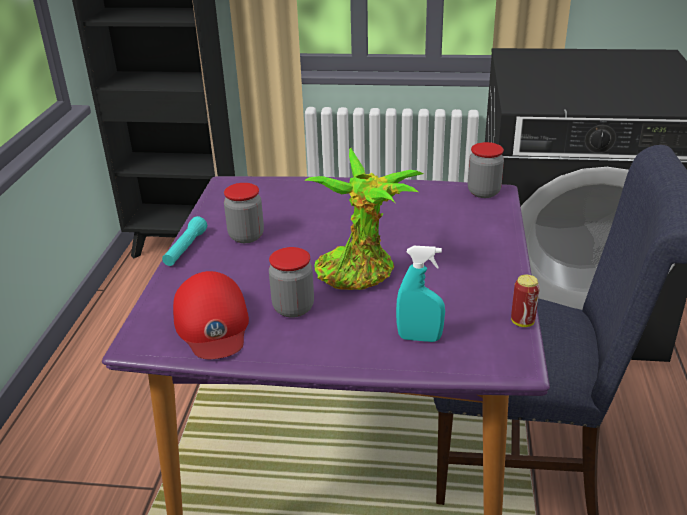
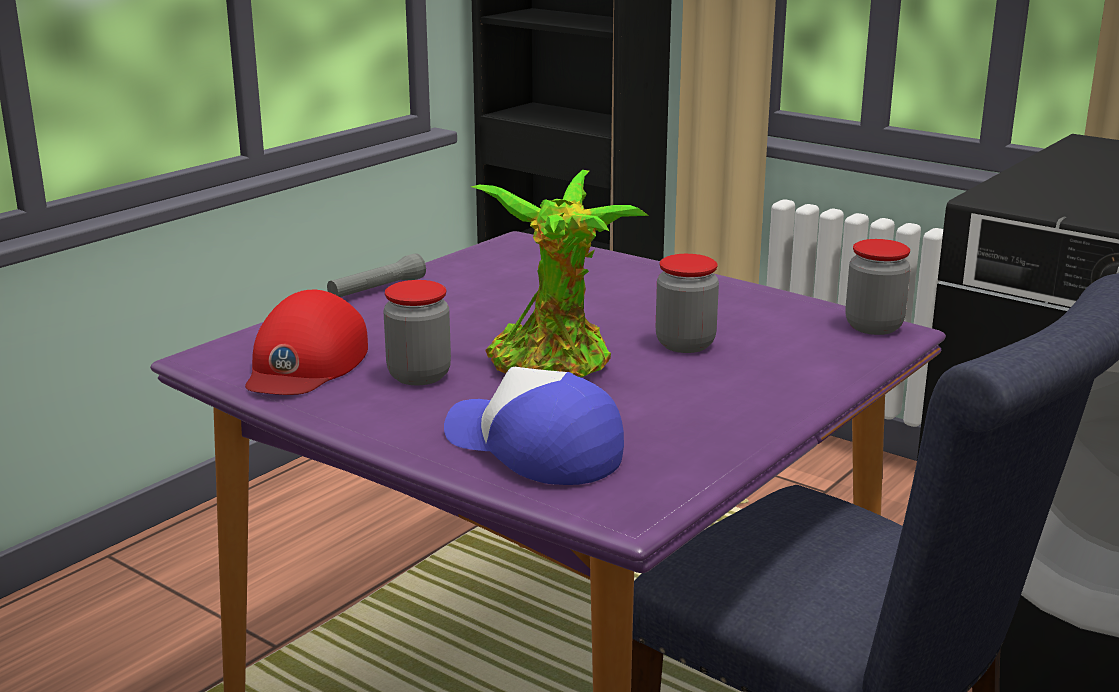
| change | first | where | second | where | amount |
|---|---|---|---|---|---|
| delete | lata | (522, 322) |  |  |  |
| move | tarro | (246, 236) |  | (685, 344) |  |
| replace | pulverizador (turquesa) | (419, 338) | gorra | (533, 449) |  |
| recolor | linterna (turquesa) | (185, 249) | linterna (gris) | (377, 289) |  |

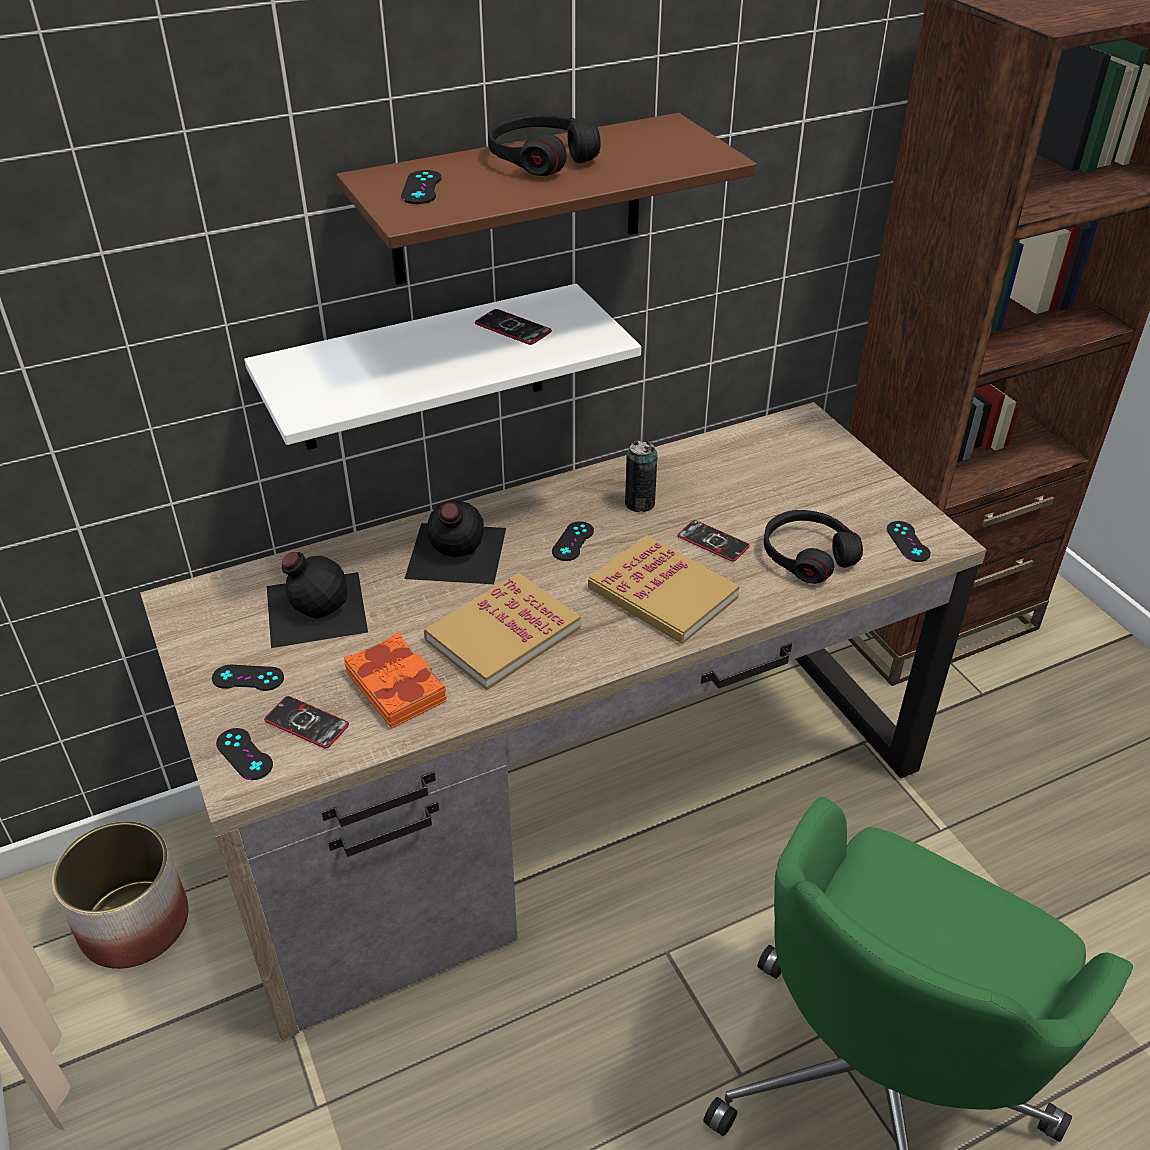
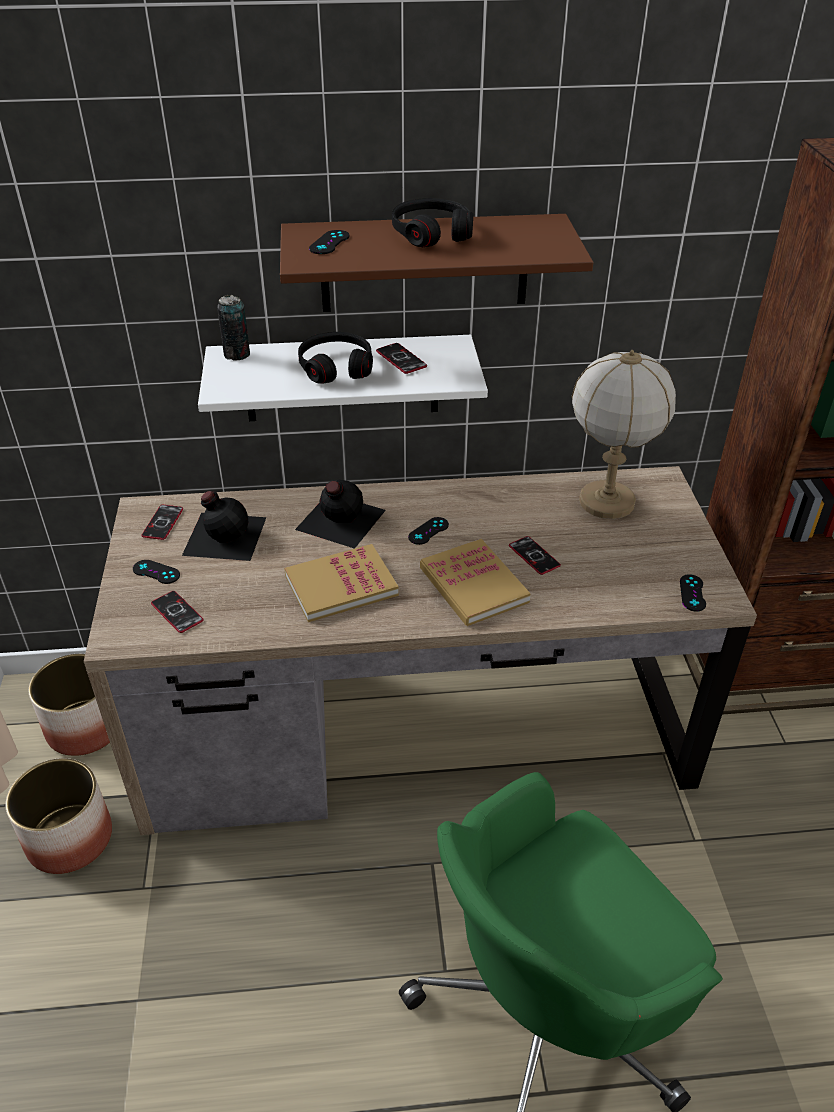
| change | first | where | second | where | amount |
|---|---|---|---|---|---|
| delete | mando de consola (negro) | (244, 754) |  |  |  |
| delete | libro (naranja) | (397, 686) |  |  |  |
| insert |  |  | maceta | (71, 838) |  |
| insert |  |  | móvil | (163, 523) |  |
| insert |  |  | lámpara de mesa | (607, 502) |  |
| move | lata | (639, 504) |  | (237, 354) |  |
| move | auriculares (negro) | (807, 555) |  | (336, 367) |  |

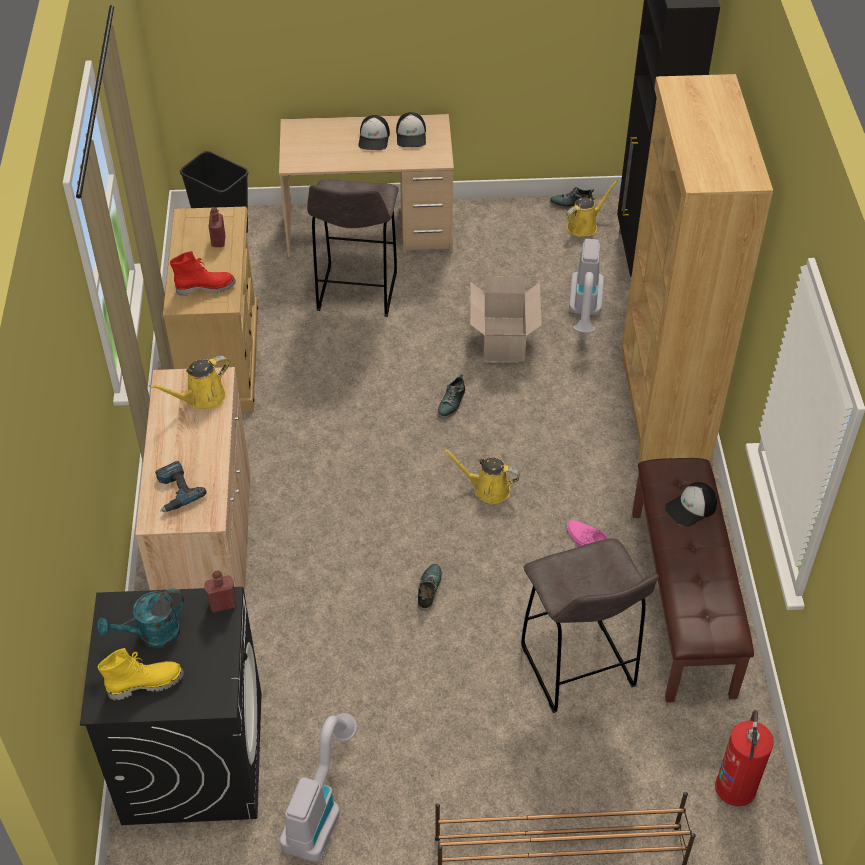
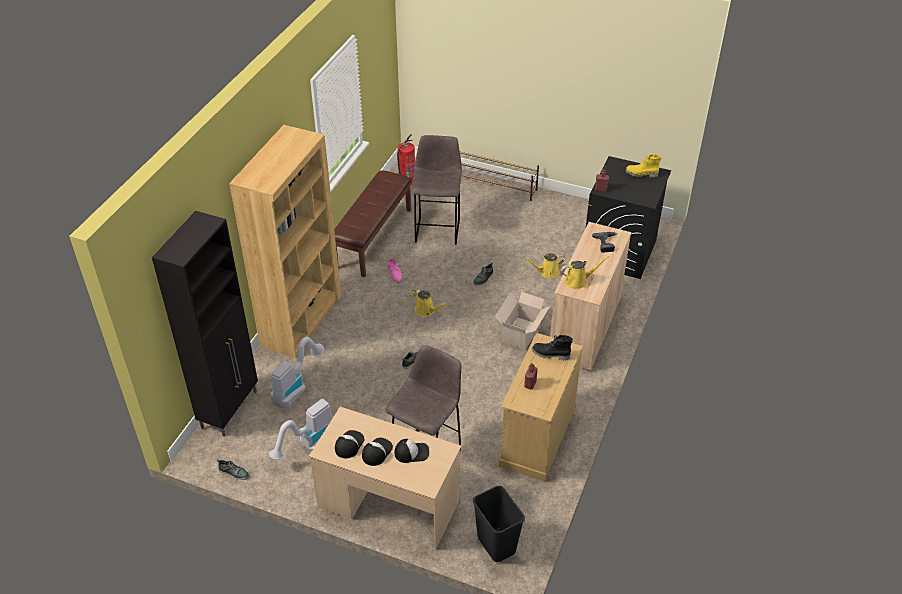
| change | first | where | second | where | amount |
|---|---|---|---|---|---|
| delete | regadera (turquesa) | (151, 635) |  |  |  |
| move | aspiradora | (319, 808) |  | (308, 446) |  |
| move | caja de cartón | (503, 341) |  | (521, 332) |  |
| move | regadera (amarillo) | (584, 225) |  | (547, 272) |  |
| move | gorra | (691, 508) |  | (412, 452) |  |
| recolor | bota (rojo) | (205, 287) | bota (negro) | (550, 354) |  |

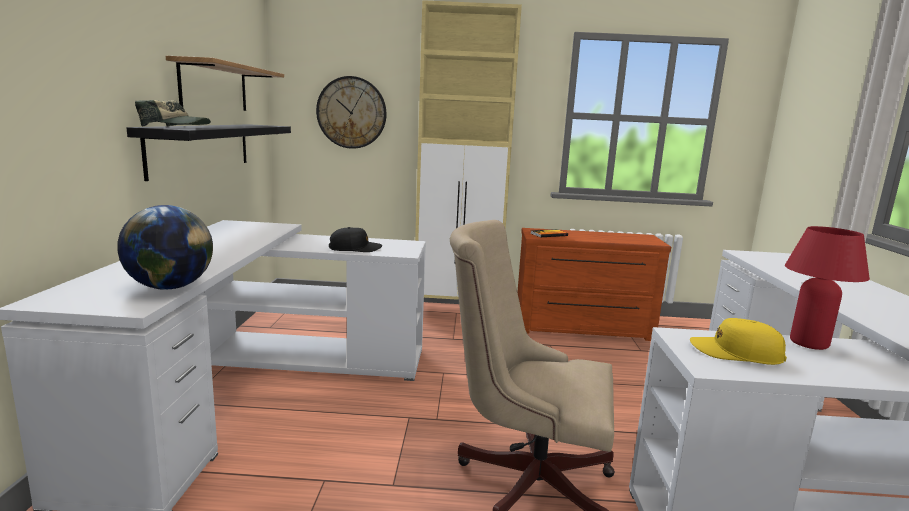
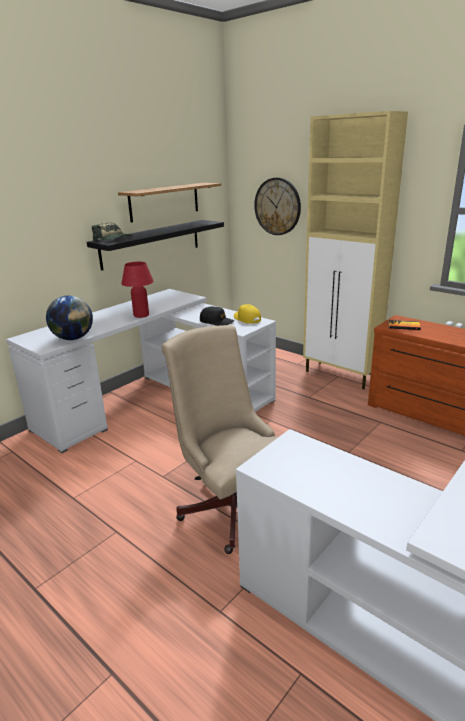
| change | first | where | second | where | amount |
|---|---|---|---|---|---|
| move | gorra (amarillo) | (735, 353) |  | (247, 319) |  |
| move | lámpara de mesa (rojo) | (809, 343) |  | (141, 315) |  |

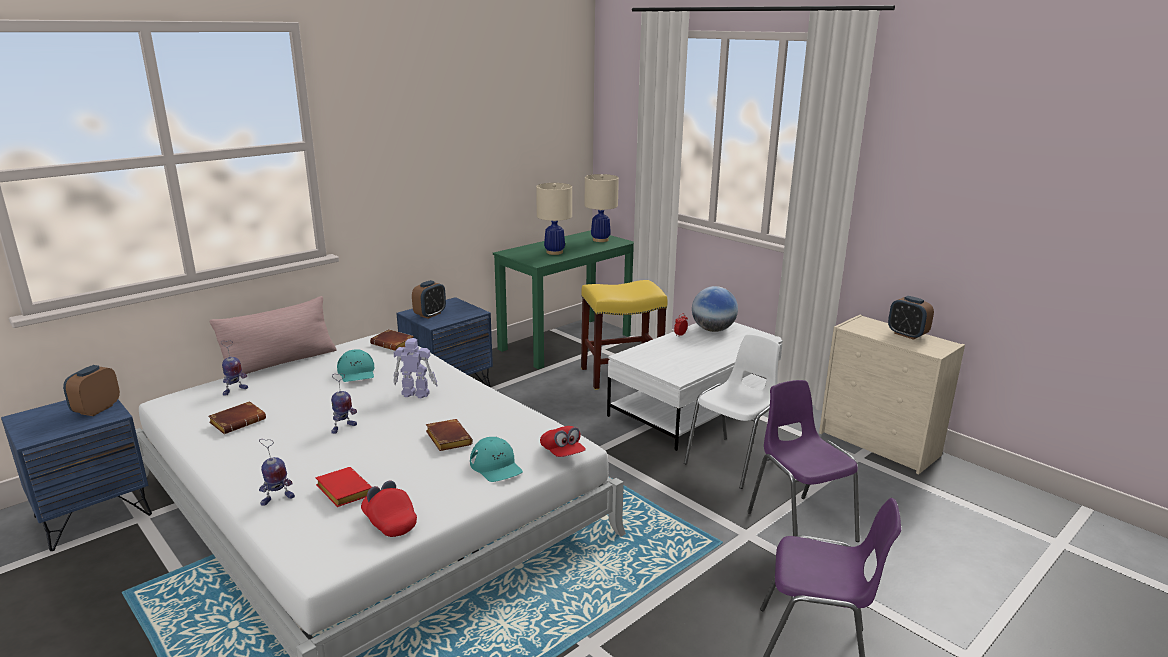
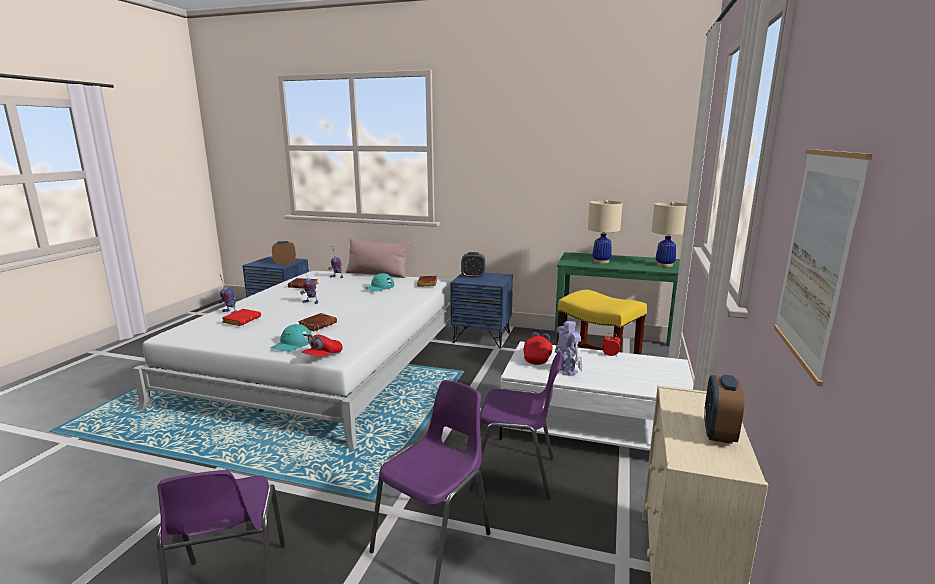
| change | first | where | second | where | amount |
|---|---|---|---|---|---|
| delete | globo terráqueo | (713, 330) |  |  |  |
| insert |  |  | cuadro | (815, 258) |  |
| move | gorra (rojo) | (389, 522) |  | (537, 357) |  |
| move | robot de juguete | (415, 393) |  | (566, 370) |  |
| recolor | silla (blanco) | (733, 461) | silla (morado) | (515, 474) |  |

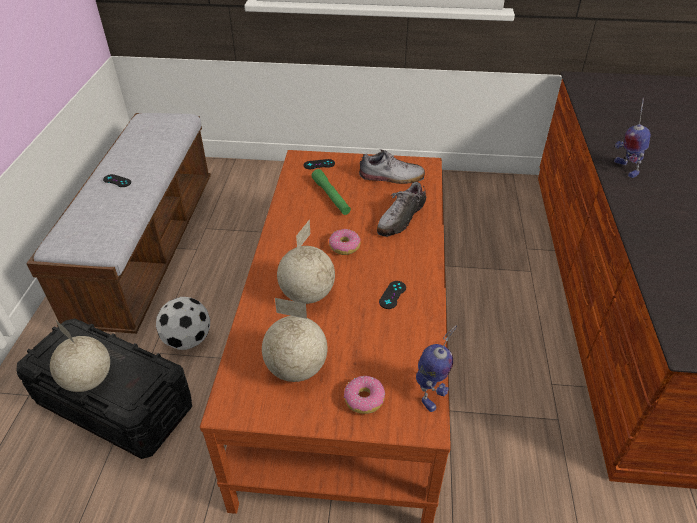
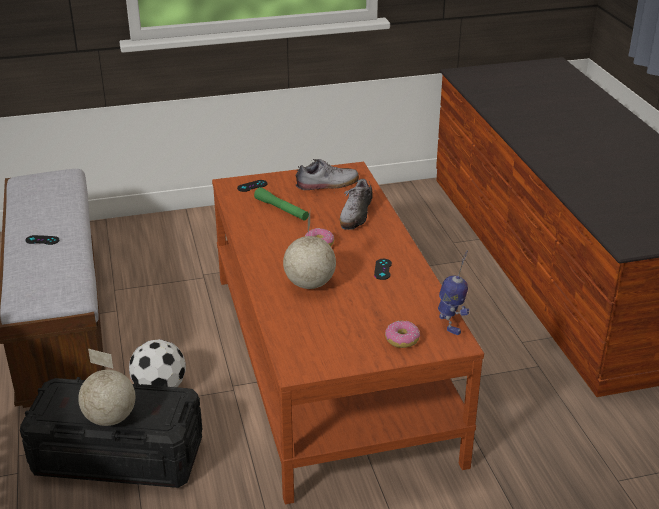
| change | first | where | second | where | amount |
|---|---|---|---|---|---|
| delete | globo terráqueo | (297, 369) |  |  |  |
| delete | robot de juguete | (625, 168) |  |  |  |

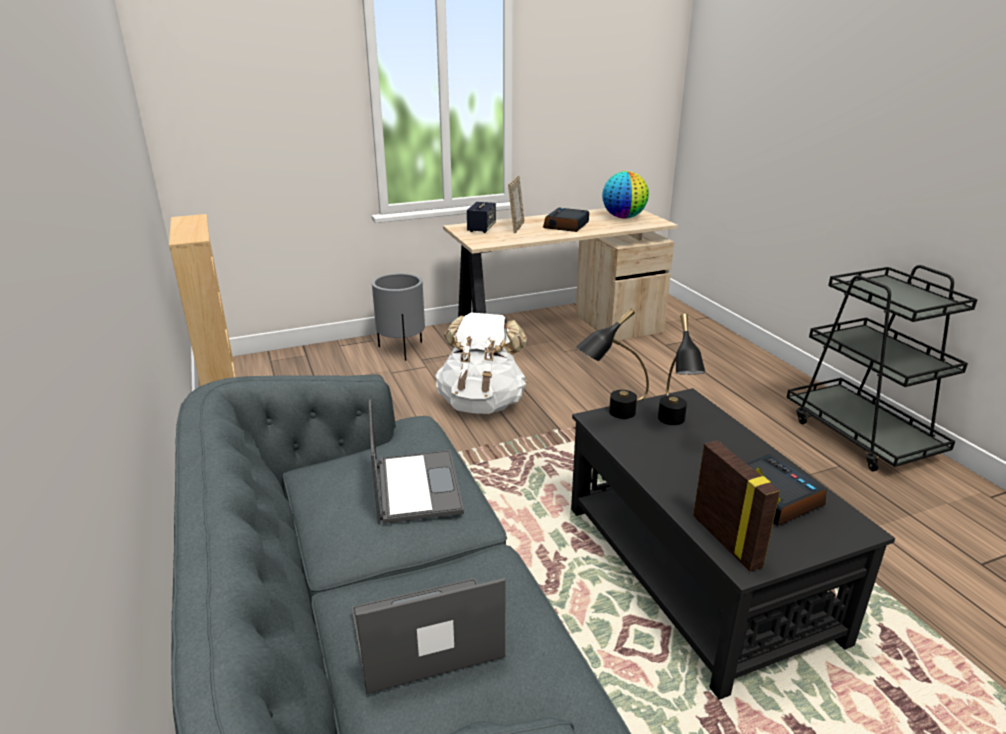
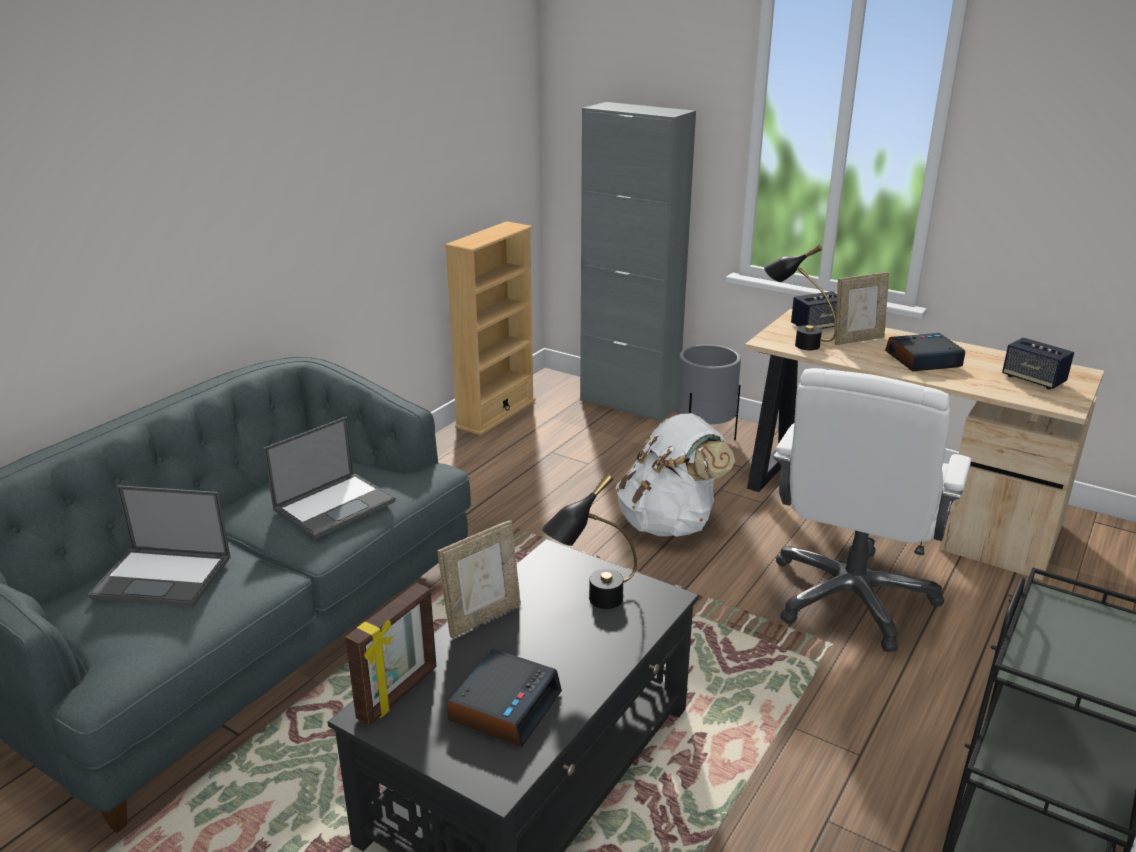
| change | first | where | second | where | amount |
|---|---|---|---|---|---|
| insert |  |  | portarretratos | (483, 617) |  |
| insert |  |  | armario (gris) | (629, 404) |  |
| insert |  |  | silla de oficina (blanco) | (851, 598) |  |
| move | lámpara de mesa (negro) | (611, 415) |  | (795, 343) |  |
| replace | globo terráqueo | (623, 217) | altavoz | (1033, 380) |  |
| rotate | portátil | (424, 635) |  | (164, 577) | 150 degrees clockwise |

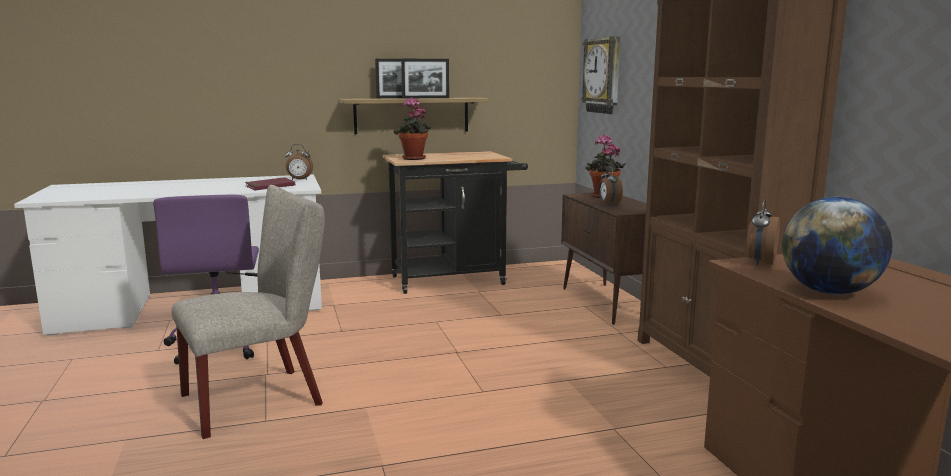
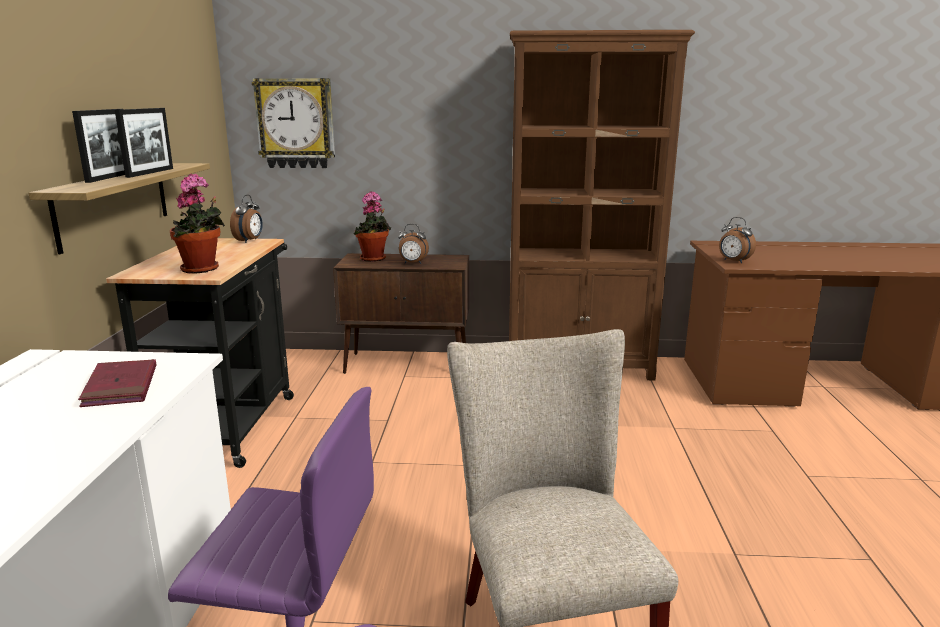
| change | first | where | second | where | amount |
|---|---|---|---|---|---|
| delete | globo terráqueo | (830, 292) |  |  |  |
| move | despertador | (299, 180) |  | (249, 241) |  |

